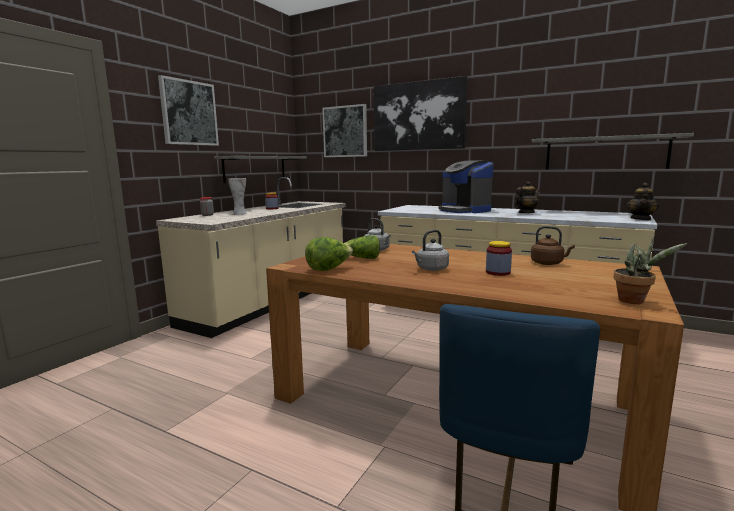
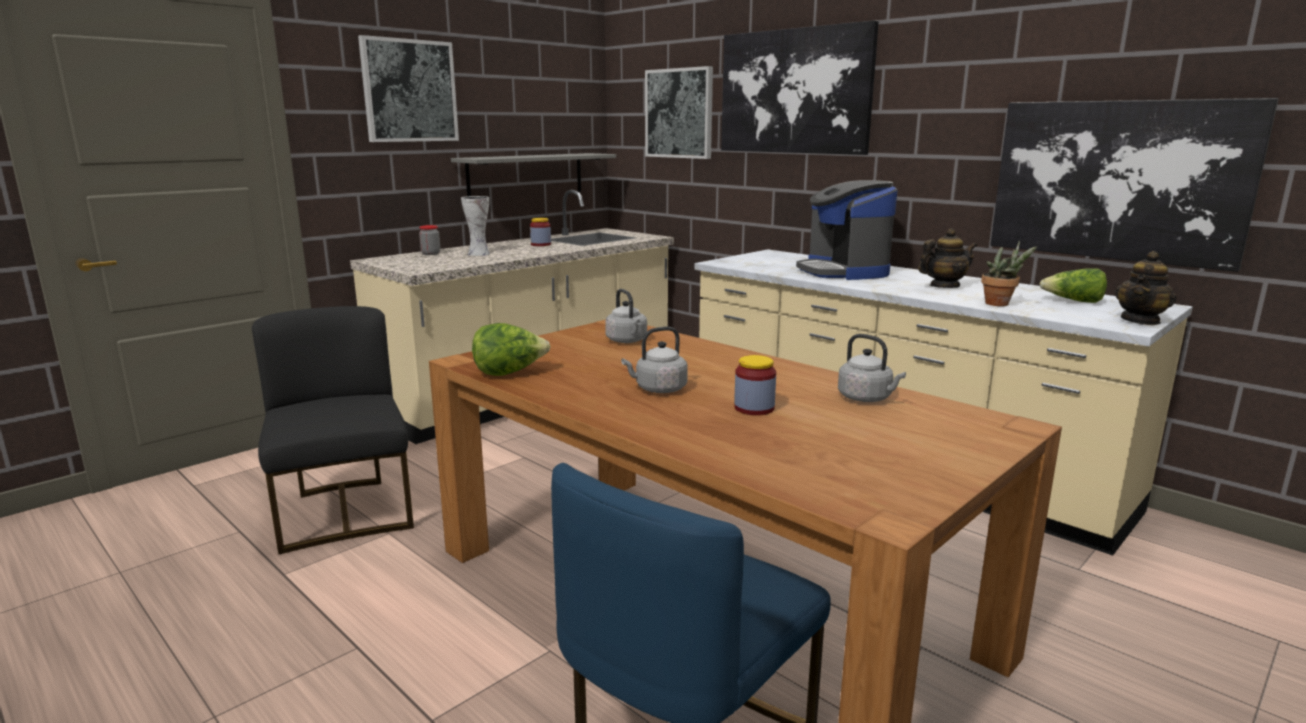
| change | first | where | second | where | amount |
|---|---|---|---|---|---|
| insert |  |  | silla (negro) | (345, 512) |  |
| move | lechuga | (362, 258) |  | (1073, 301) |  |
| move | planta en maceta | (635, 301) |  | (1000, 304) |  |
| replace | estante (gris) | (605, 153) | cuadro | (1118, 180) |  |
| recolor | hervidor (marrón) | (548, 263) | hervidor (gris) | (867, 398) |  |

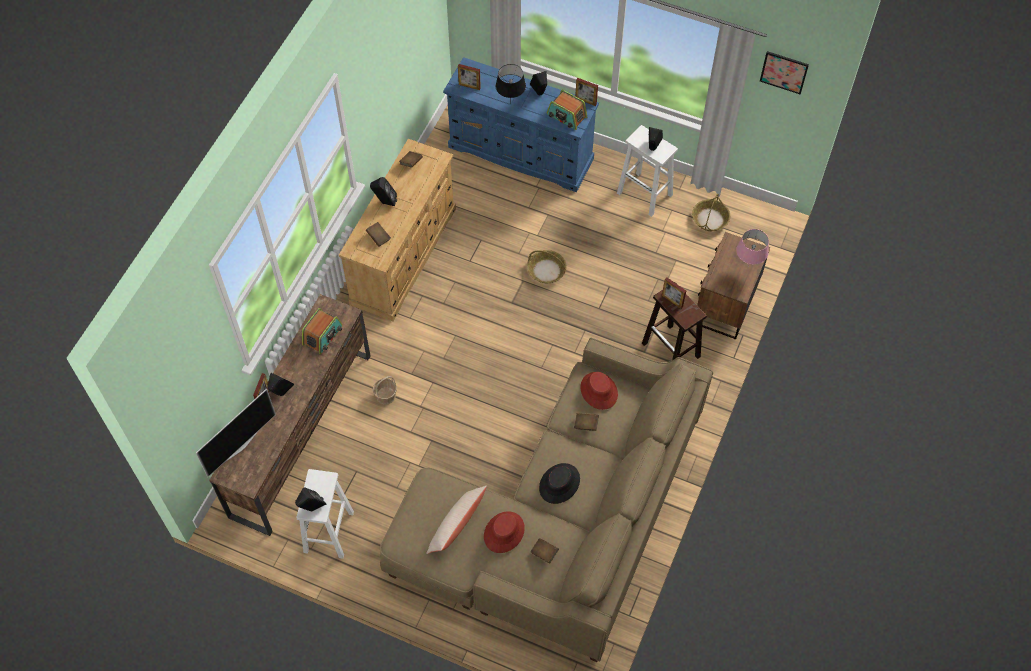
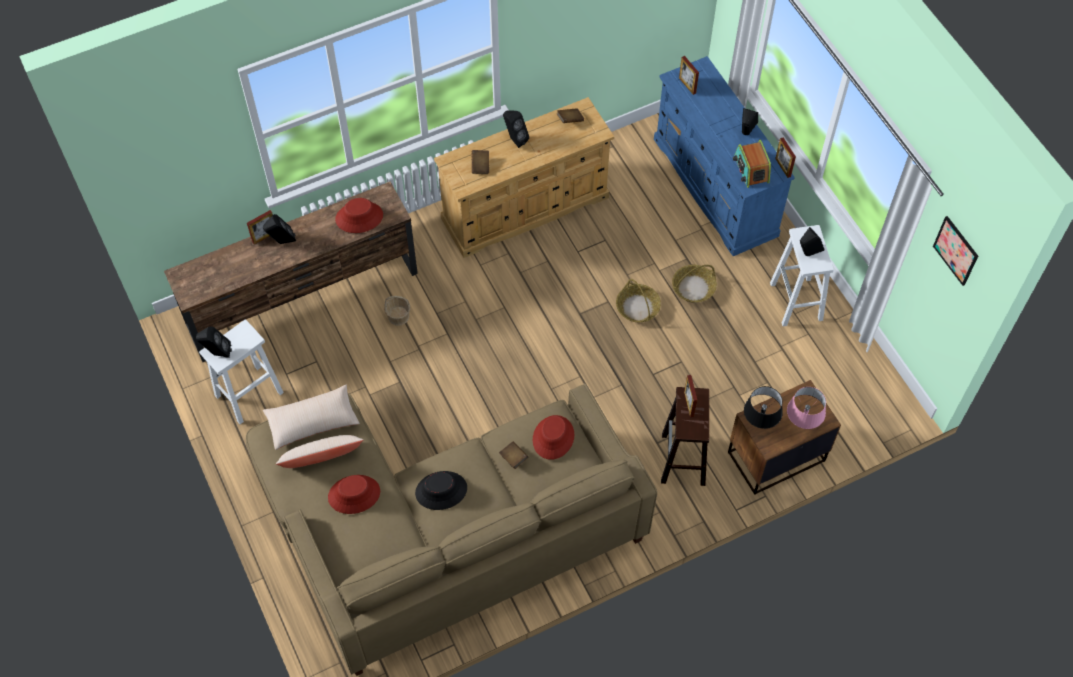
| change | first | where | second | where | amount |
|---|---|---|---|---|---|
| delete | televisor | (240, 446) |  |  |  |
| delete | libro (marrón) | (544, 553) |  |  |  |
| insert |  |  | cojín (beis) | (312, 421) |  |
| move | lámpara de mesa (negro) | (511, 104) |  | (758, 427) |  |
| move | cesta | (710, 219) |  | (693, 287) |  |
| replace | radio | (323, 335) | sombrero (rojo) | (359, 217) |  |

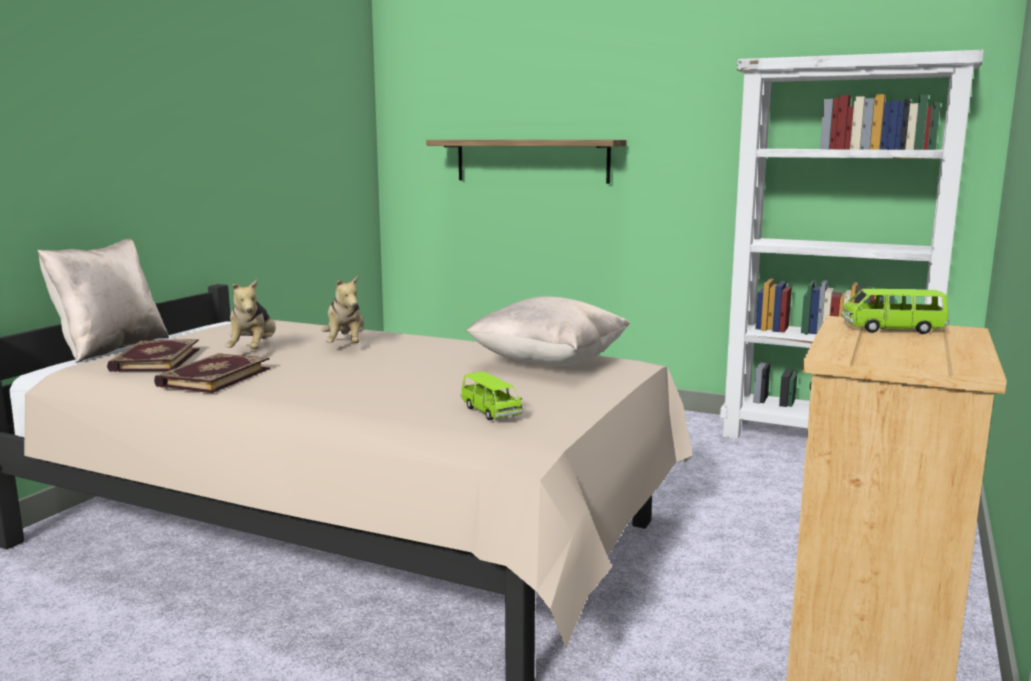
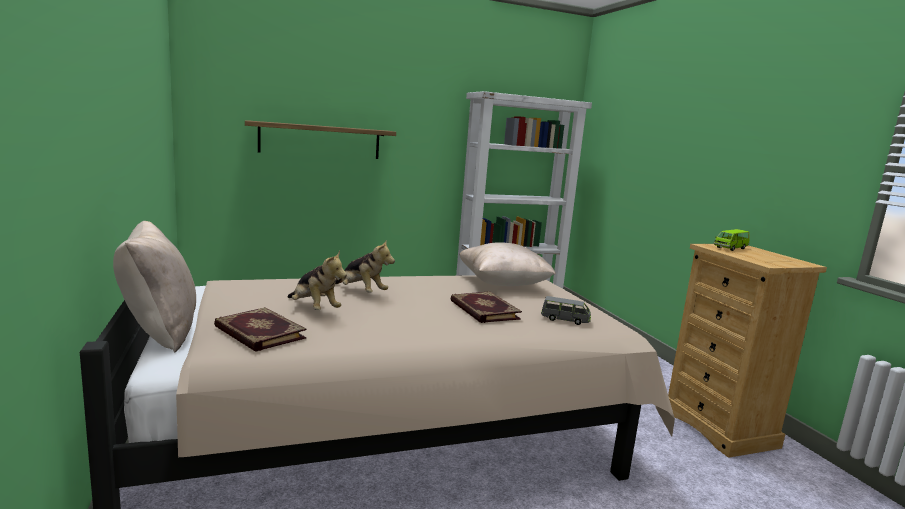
| change | first | where | second | where | amount |
|---|---|---|---|---|---|
| move | libro | (213, 377) |  | (483, 310) |  |
| recolor | coche de juguete (verde) | (490, 412) | coche de juguete (gris) | (565, 320) |  |

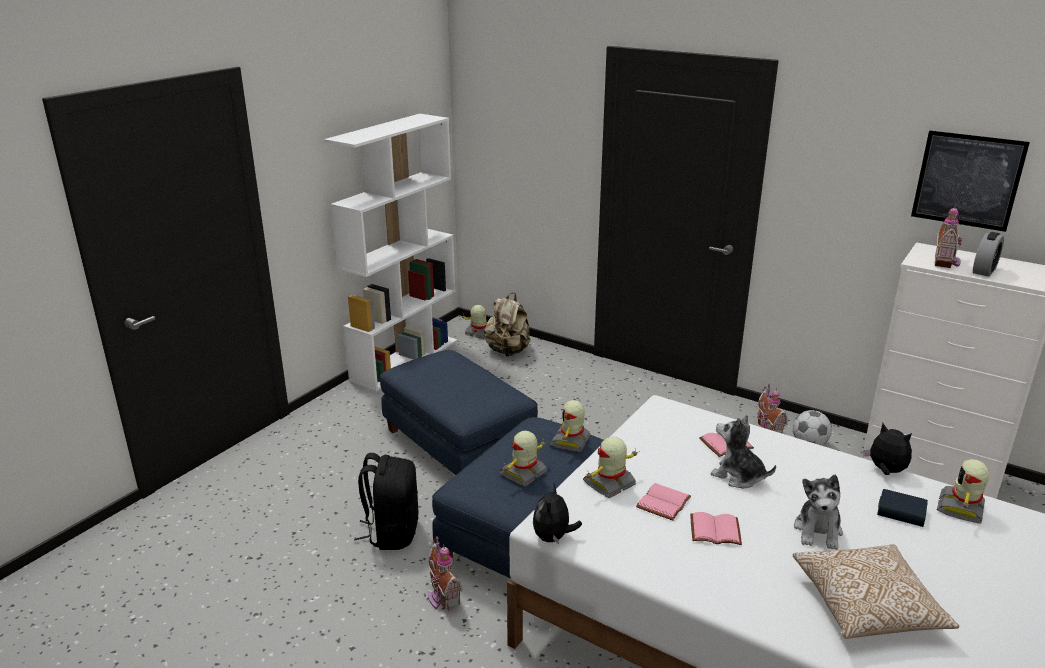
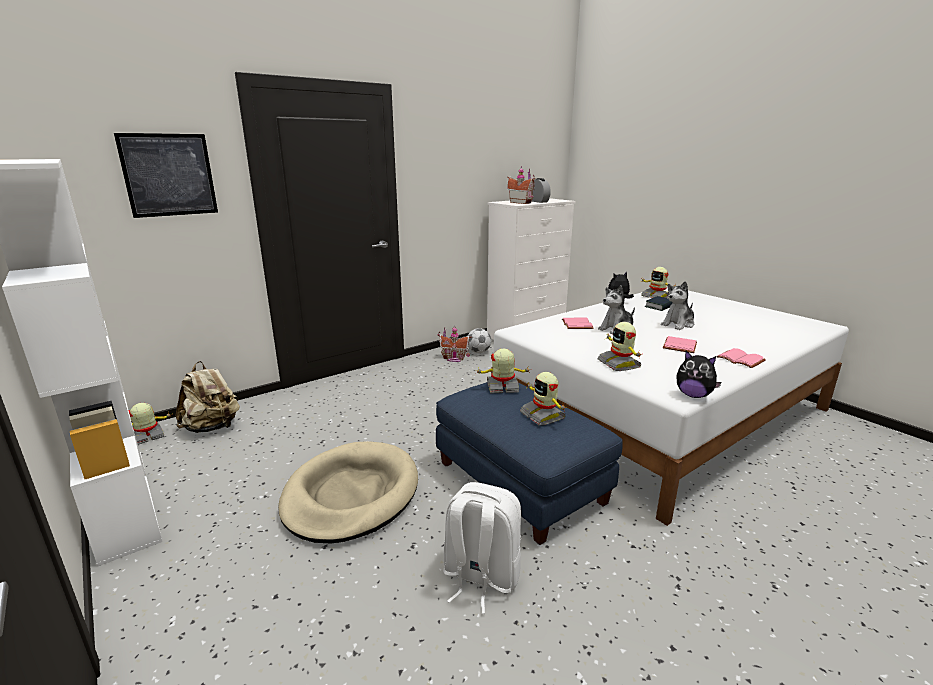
| change | first | where | second | where | amount |
|---|---|---|---|---|---|
| delete | casita | (442, 596) |  |  |  |
| delete | cojín | (867, 607) |  |  |  |
| move | libro (rosa) | (664, 504) |  | (741, 359) |  |
| move | cuadro | (967, 180) |  | (169, 175) |  |
| replace | puf (azul) | (458, 444) | cama para perro (beis) | (351, 495) |  |
| recolor | mochila (negro) | (392, 532) | mochila (blanco) | (480, 577) |  |
| rotate | robot de juguete | (571, 441) |  | (502, 387) | 135 degrees clockwise |
| rotate | peluche | (818, 531) |  | (678, 324) | 105 degrees clockwise |

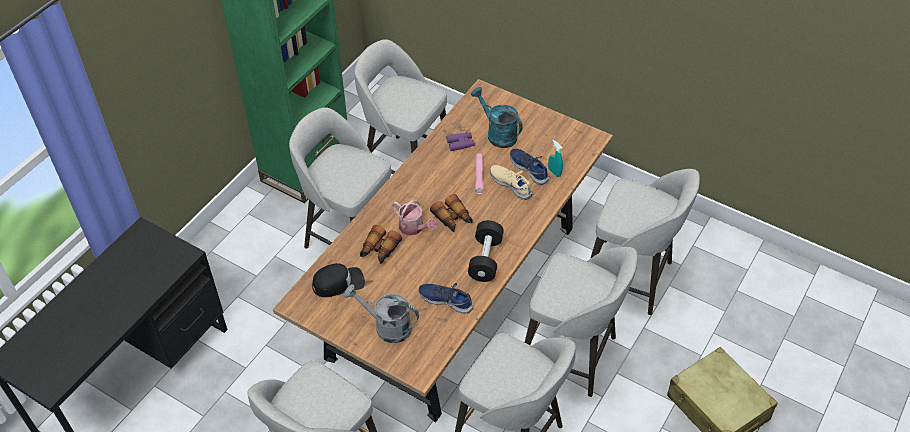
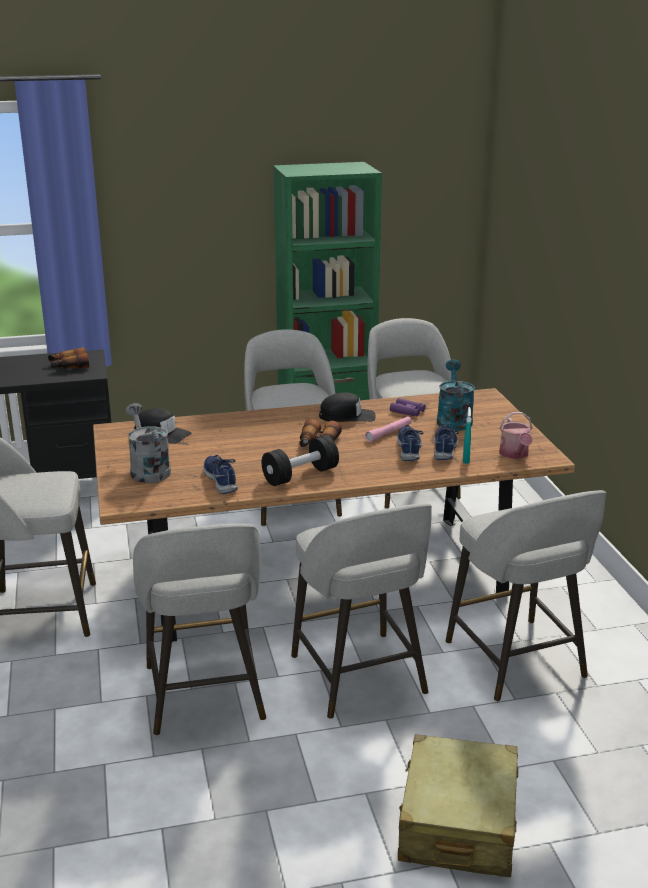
| change | first | where | second | where | amount |
|---|---|---|---|---|---|
| insert |  |  | gorra (negro) | (347, 416) |  |
| move | prismáticos | (379, 250) |  | (68, 366) |  |
| move | regadera | (414, 228) |  | (515, 454) |  |
| recolor | zapato (beis) | (511, 184) | zapato (azul) | (409, 449) |  |

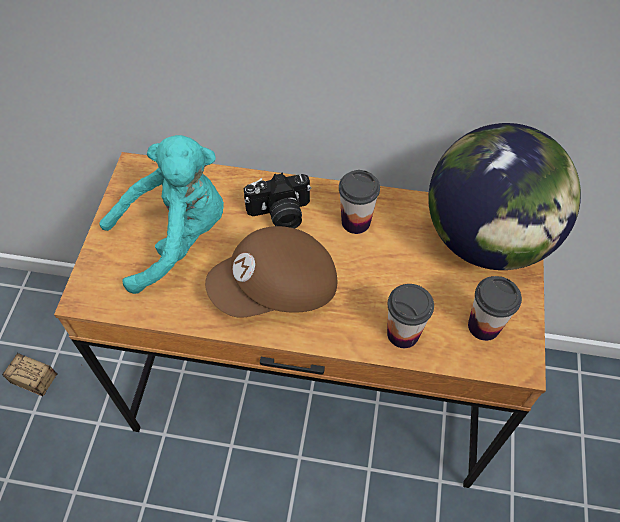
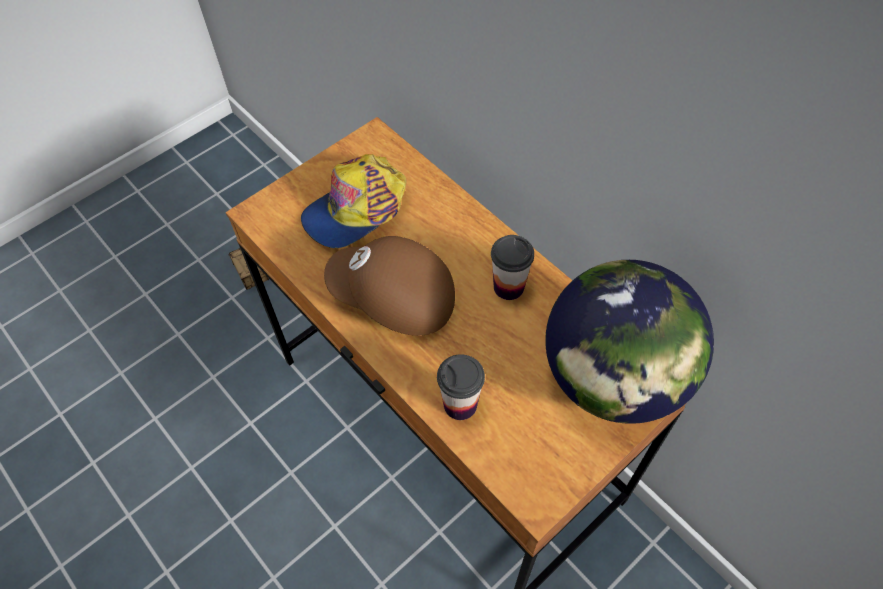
| change | first | where | second | where | amount |
|---|---|---|---|---|---|
| delete | cámara | (280, 214) |  |  |  |
| delete | taza | (484, 326) |  |  |  |
| replace | peluche (turquesa) | (176, 237) | gorra | (356, 209) |  |

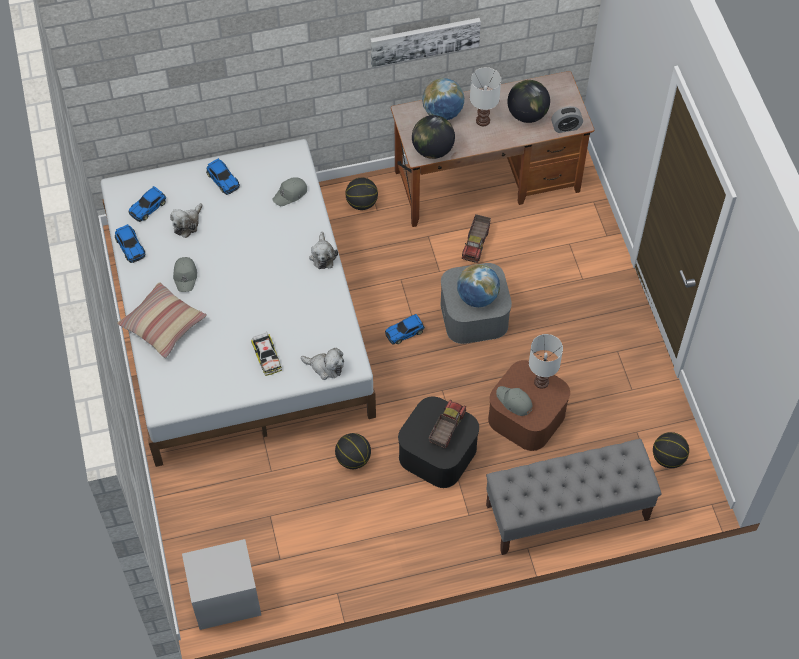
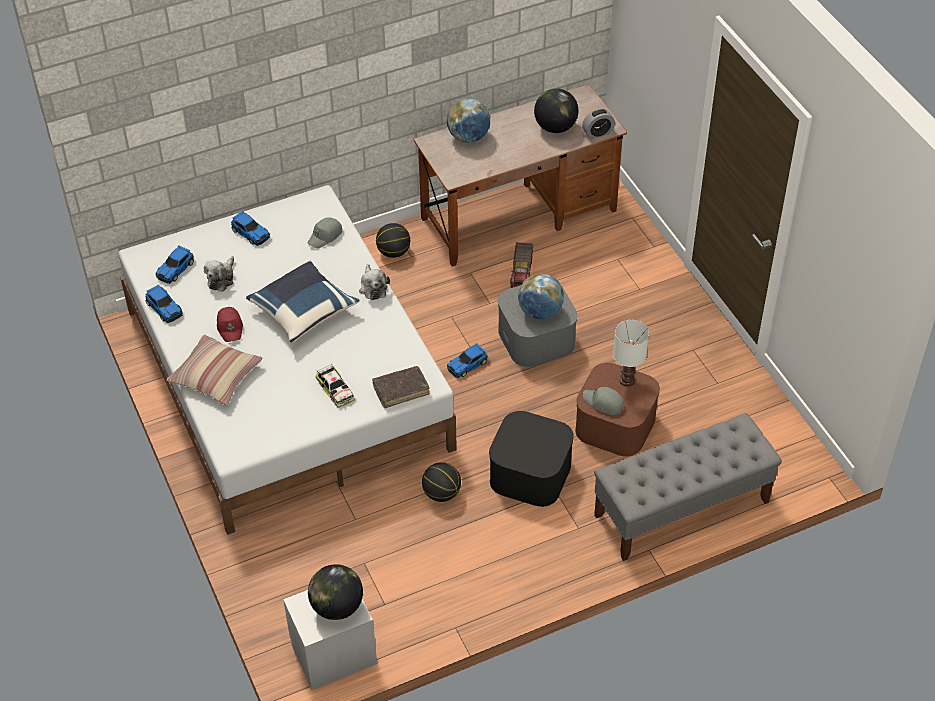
| change | first | where | second | where | amount |
|---|---|---|---|---|---|
| delete | cuadro | (424, 40) |  |  |  |
| delete | camión de juguete | (446, 428) |  |  |  |
| delete | lámpara de mesa (blanco) | (482, 121) |  |  |  |
| delete | balón de baloncesto | (668, 458) |  |  |  |
| insert |  |  | cojín (azul) | (303, 311) |  |
| move | globo terráqueo | (432, 150) |  | (337, 606) |  |
| replace | peluche | (325, 367) | libro (marrón) | (401, 390) |  |
| recolor | gorra (gris) | (185, 276) | gorra (rojo) | (230, 327) |  |

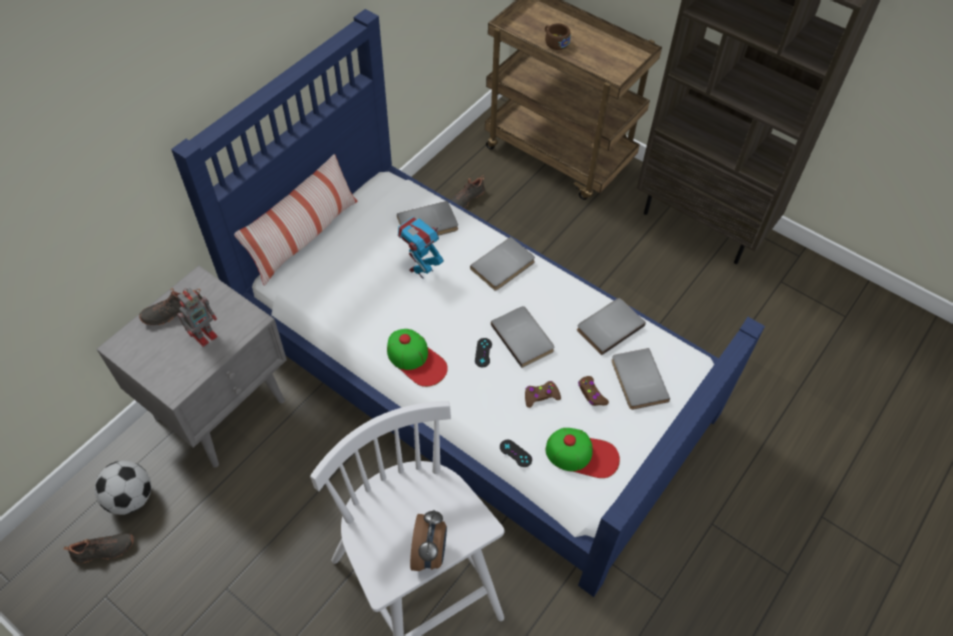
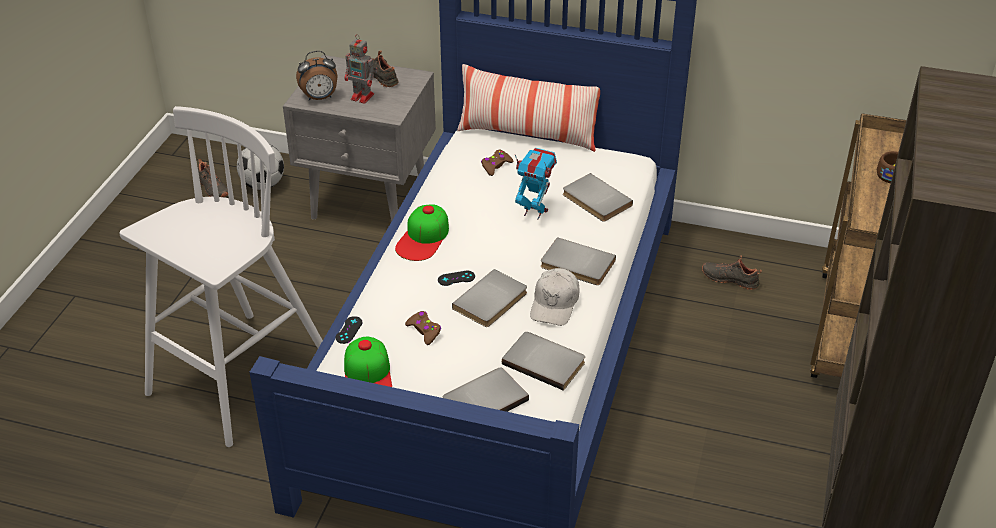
| change | first | where | second | where | amount |
|---|---|---|---|---|---|
| insert |  |  | gorra (blanco) | (555, 304) |  |
| move | despertador | (430, 553) |  | (319, 98) |  |
| move | mando de consola (marrón) | (591, 394) |  | (496, 166) |  |

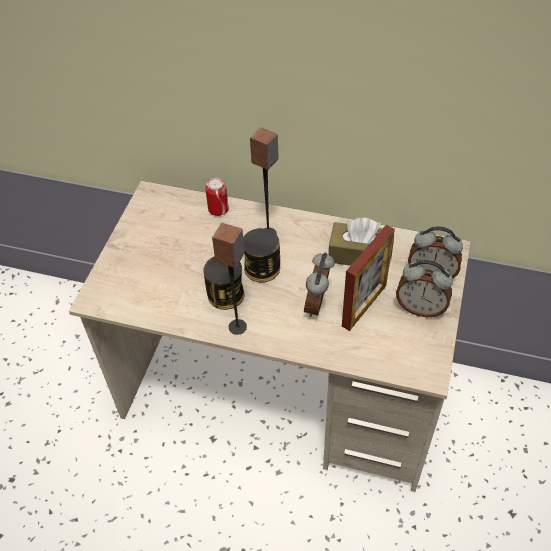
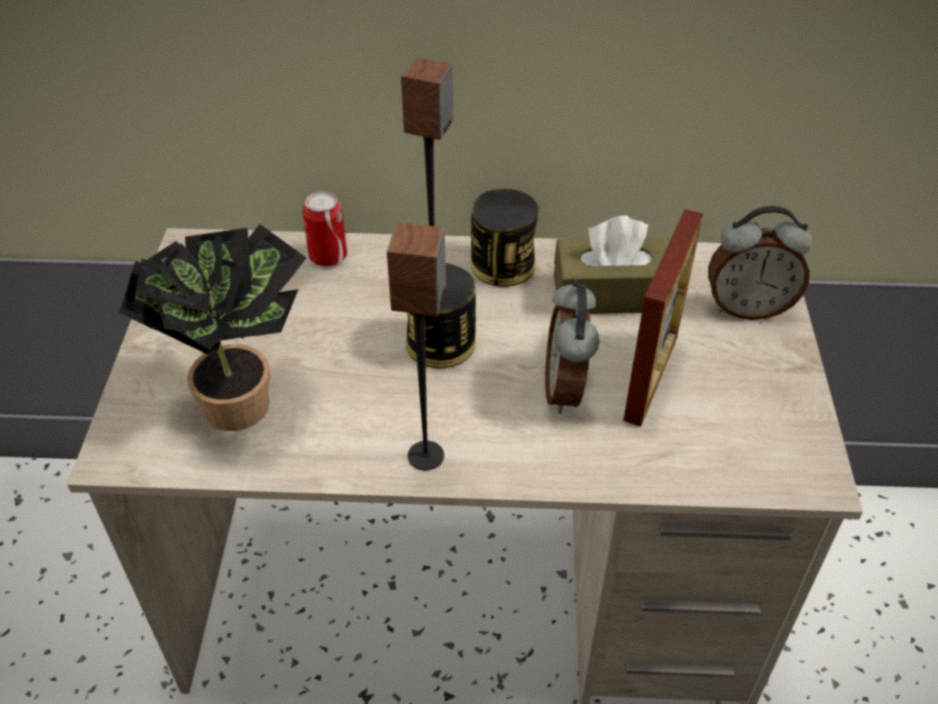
| change | first | where | second | where | amount |
|---|---|---|---|---|---|
| delete | despertador | (420, 308) |  |  |  |
| insert |  |  | planta en maceta | (243, 399) |  |
| move | lata | (225, 294) |  | (503, 265) |  |

